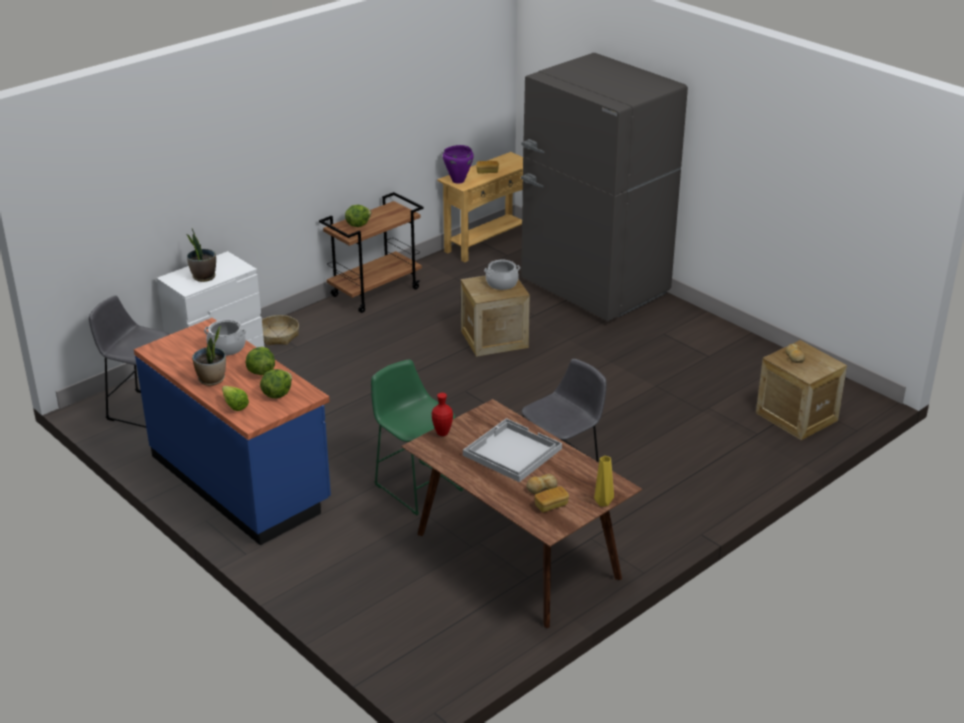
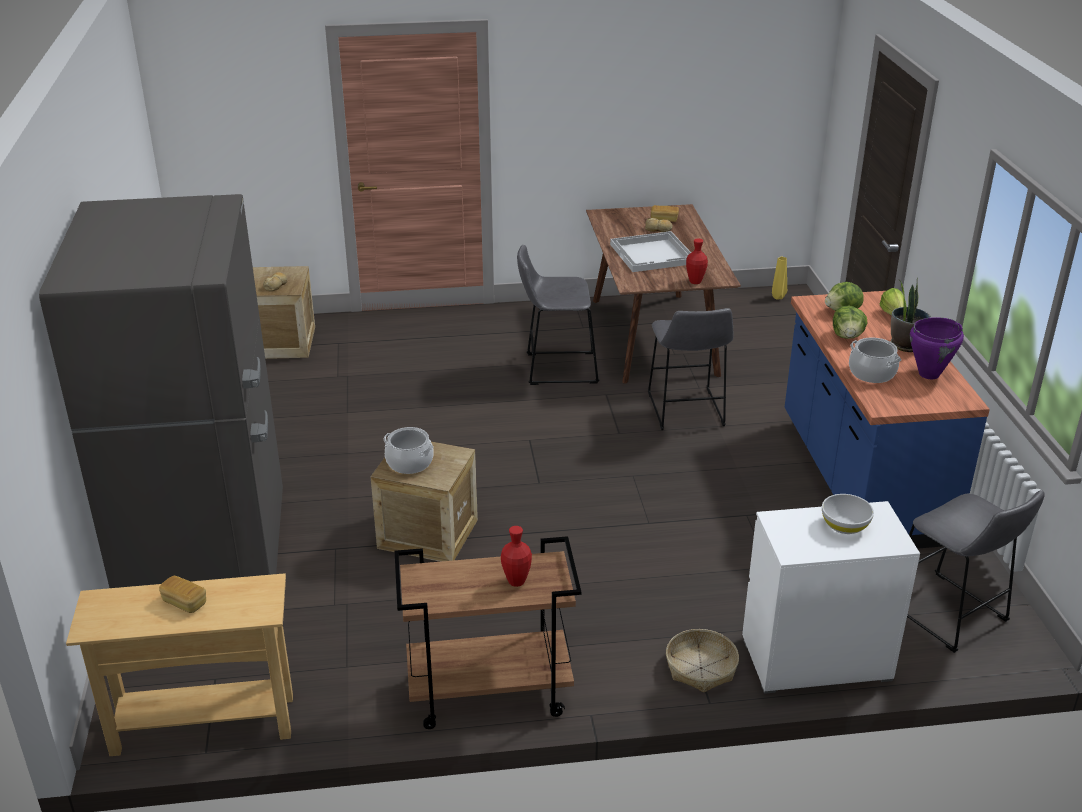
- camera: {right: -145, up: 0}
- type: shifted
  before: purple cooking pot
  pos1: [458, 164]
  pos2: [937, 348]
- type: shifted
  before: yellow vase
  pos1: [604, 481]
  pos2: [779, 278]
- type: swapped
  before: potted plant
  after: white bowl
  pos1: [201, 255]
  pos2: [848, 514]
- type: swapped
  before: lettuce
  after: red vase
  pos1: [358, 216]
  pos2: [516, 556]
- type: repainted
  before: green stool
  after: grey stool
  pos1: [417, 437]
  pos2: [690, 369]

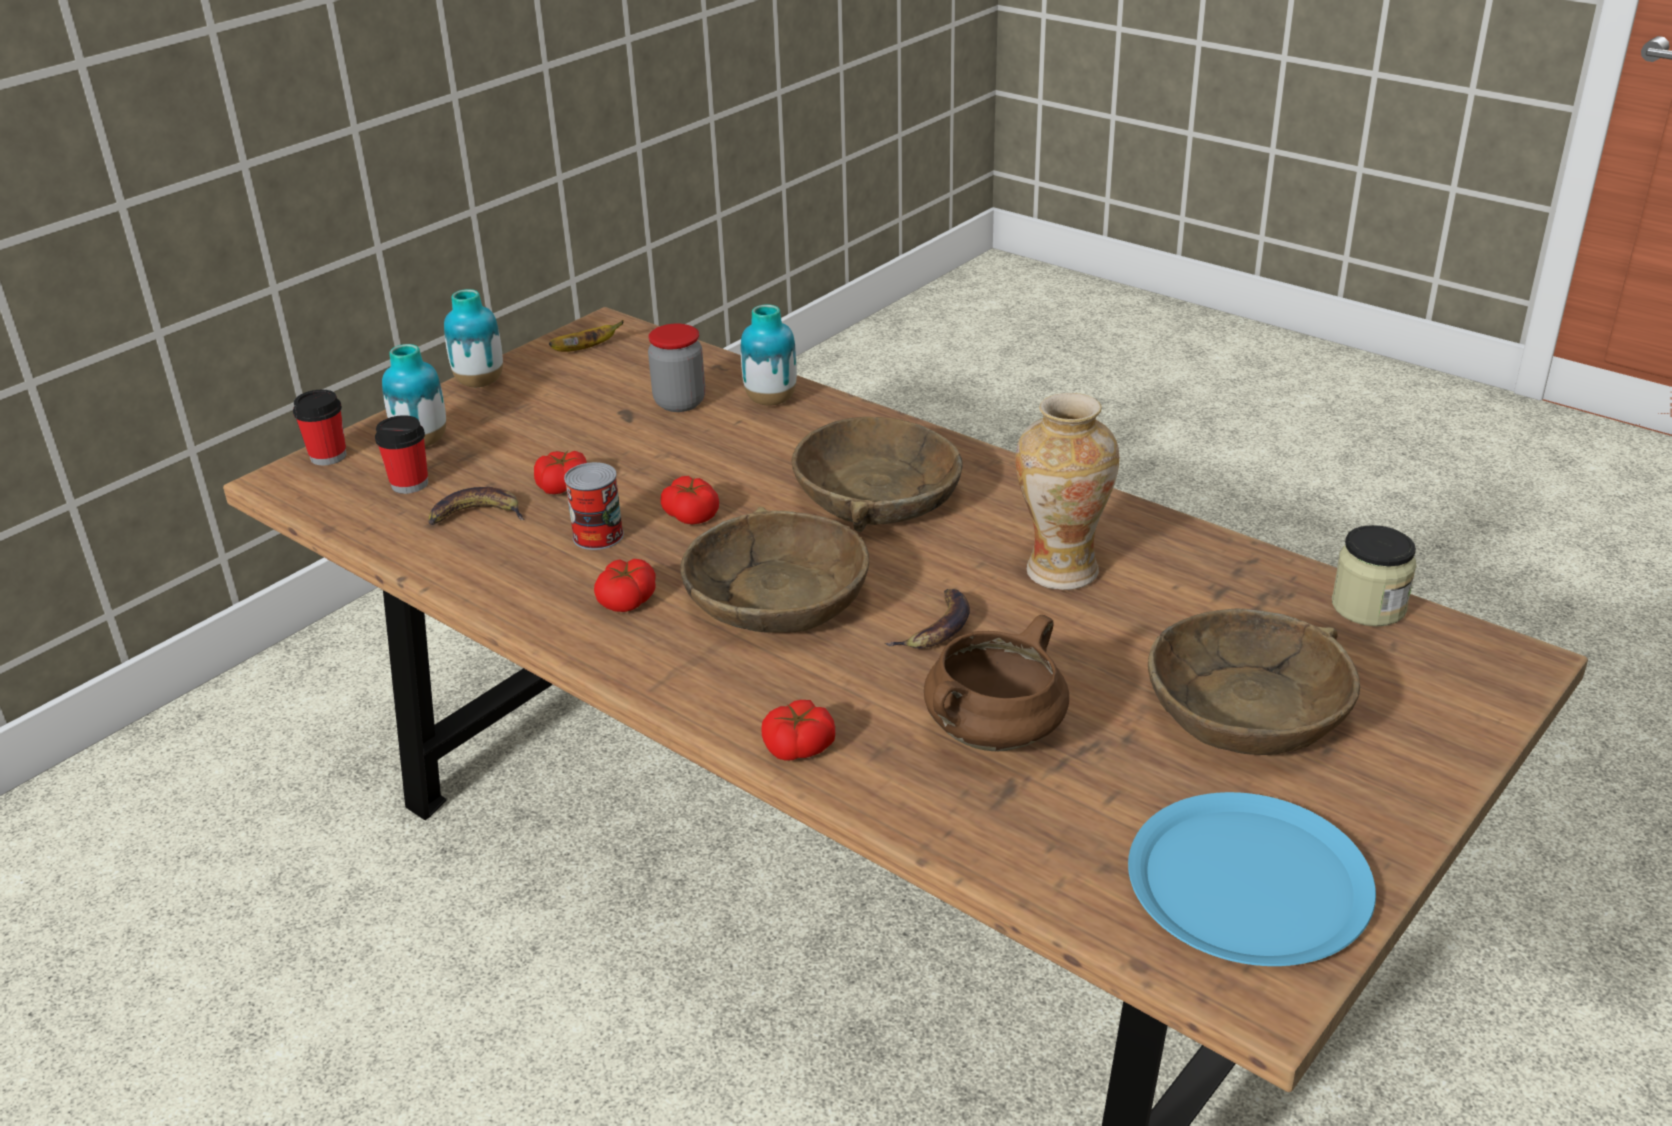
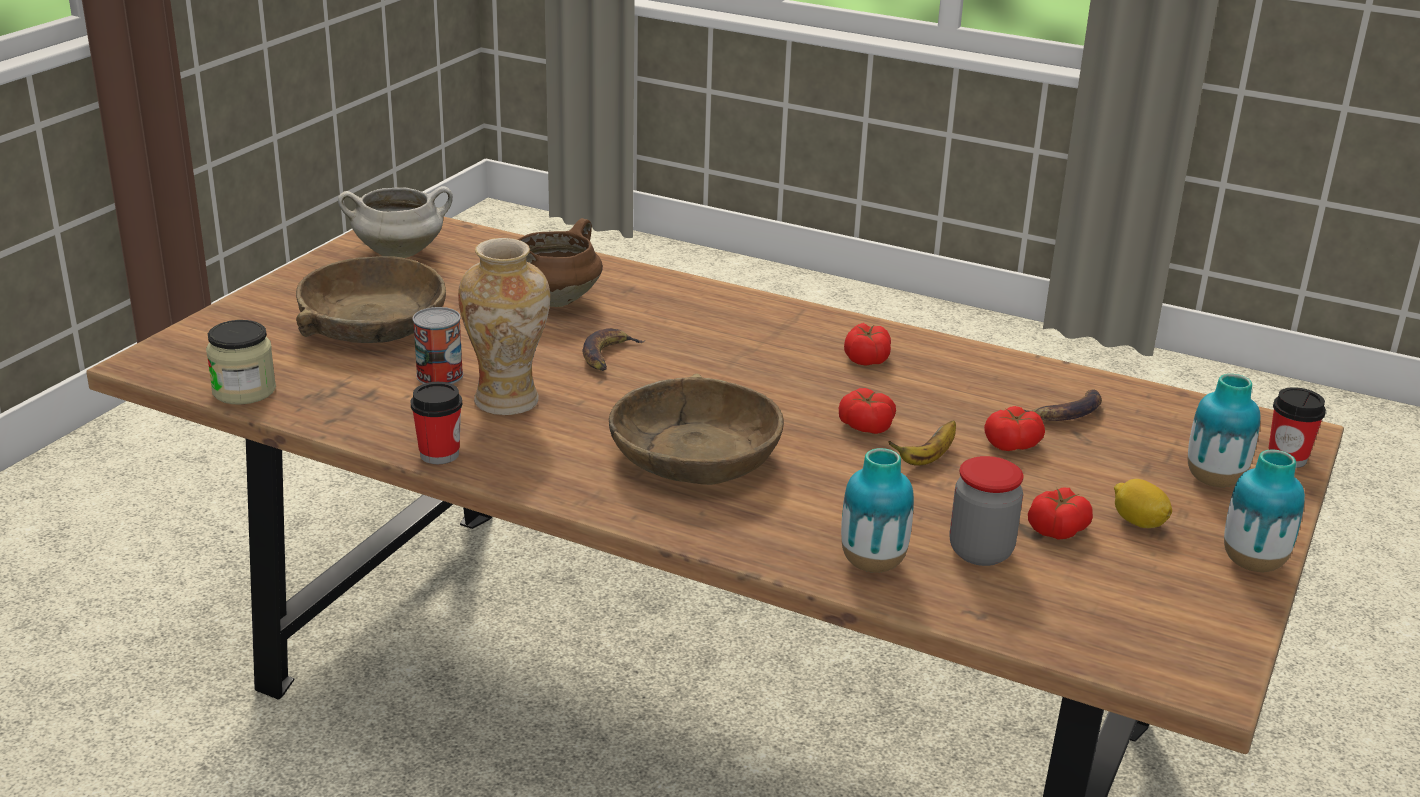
- camera: {right: 165, up: -5}
- type: gone
  before: brown bowl
  pos1: [774, 570]
- type: new
  after: lemon
  pos2: [1143, 503]
- type: shifted
  before: cup
  pos1: [401, 454]
  pos2: [437, 423]
- type: shifted
  before: banana
  pos1: [586, 336]
  pos2: [922, 443]
- type: shifted
  before: can
  pos1: [594, 506]
  pos2: [437, 345]
- type: shifted
  before: tomato
  pos1: [798, 730]
  pos2: [1060, 514]
- type: swapped
  before: blue plate
  after: white cooking pot
  pos1: [1252, 879]
  pos2: [395, 222]

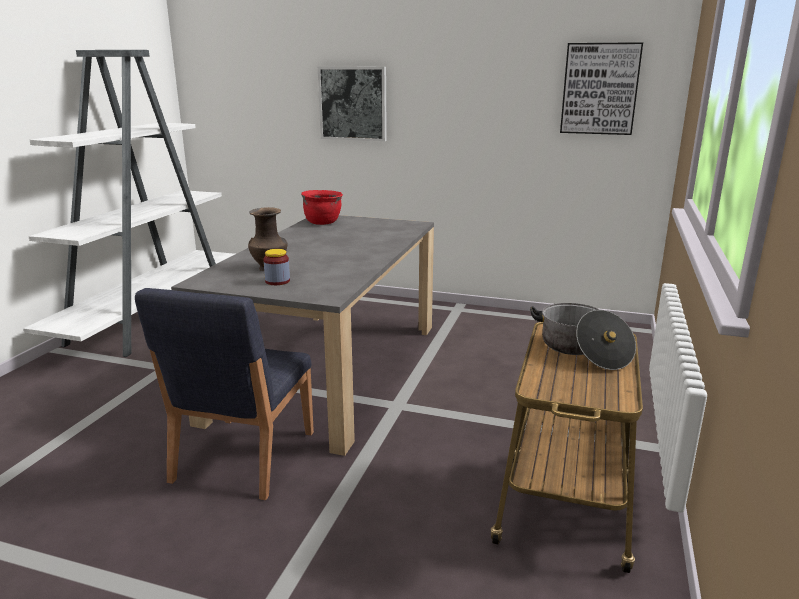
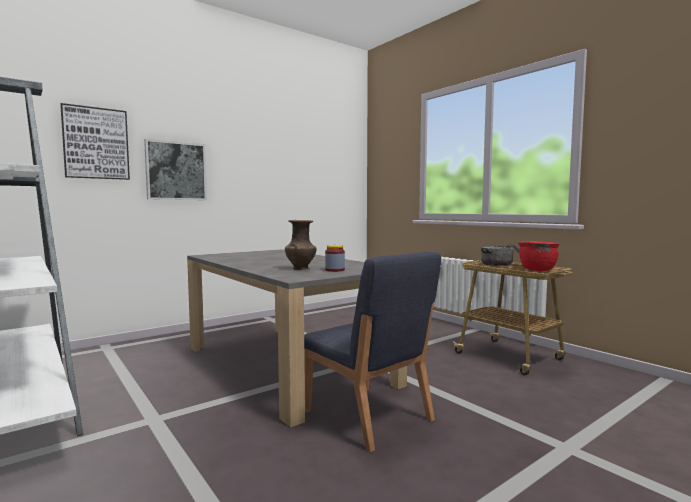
- camera: {right: -55, up: -15}
- type: shifted
  before: red cooking pot
  pos1: [322, 207]
  pos2: [539, 256]
- type: shifted
  before: picture
  pos1: [601, 88]
  pos2: [95, 141]

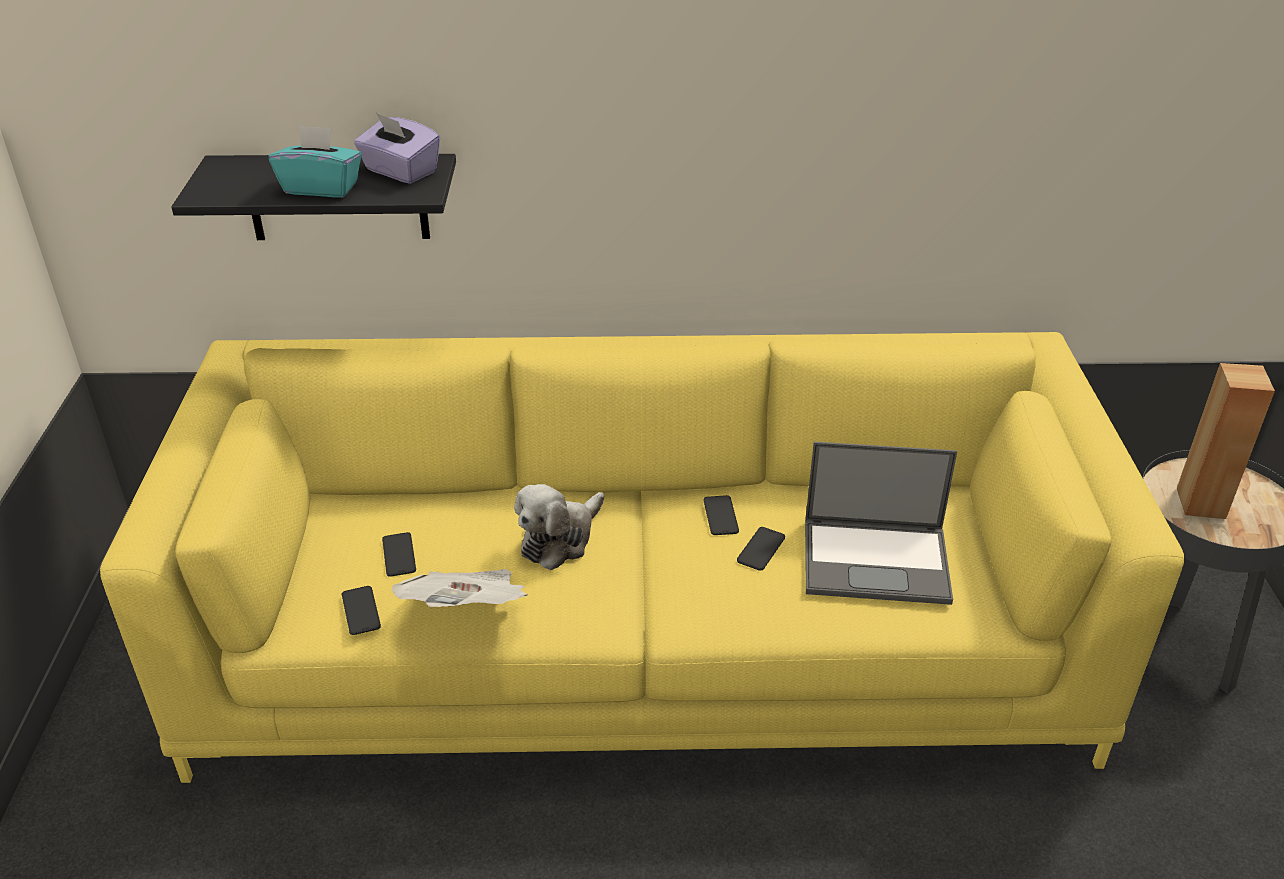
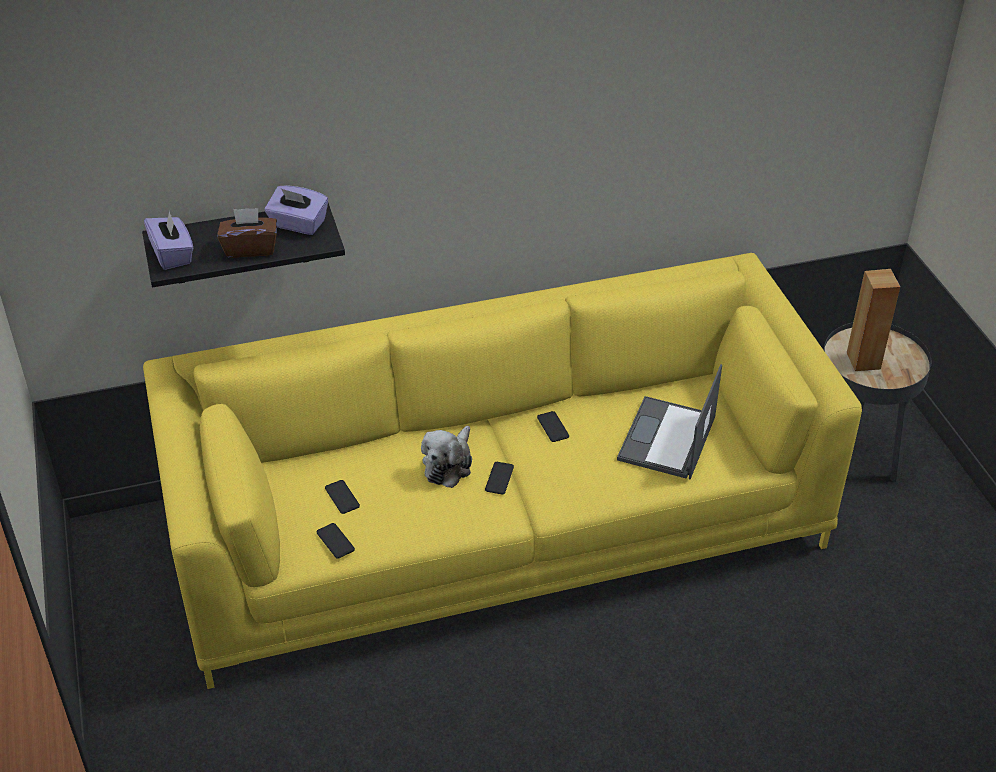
- camera: {right: -15, up: 5}
- type: gone
  before: newspaper
  pos1: [459, 588]
- type: new
  after: purple tissue box
  pos2: [169, 240]
- type: shifted
  before: phone
  pos1: [761, 549]
  pos2: [499, 478]
- type: repainted
  before: turquoise tissue box
  after: brown tissue box
  pos1: [315, 161]
  pos2: [247, 233]
- type: rotated
  before: laptop
  pos1: [881, 523]
  pos2: [669, 421]
  turn: 120

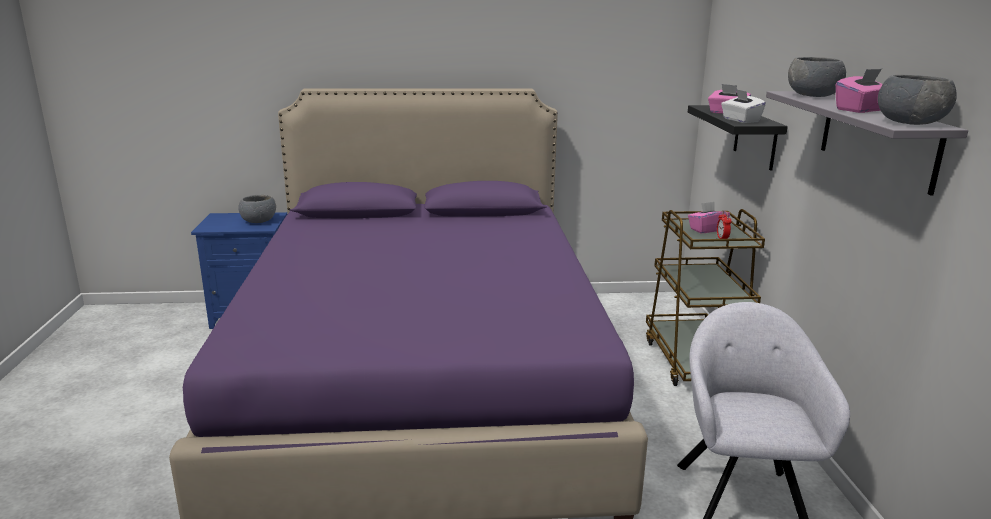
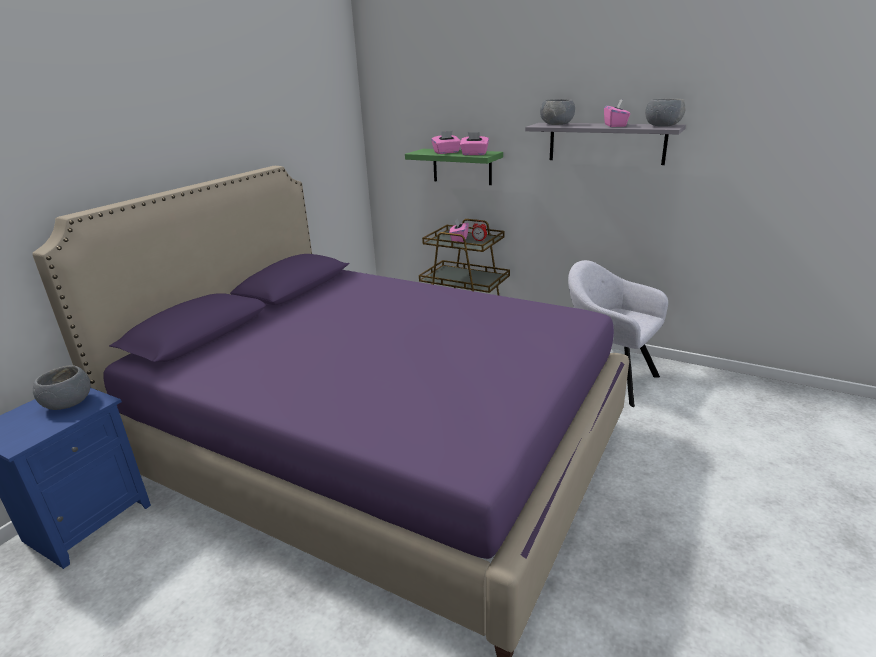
- camera: {right: -55, up: 5}
- type: repainted
  before: black shelf
  after: green shelf
  pos1: [738, 138]
  pos2: [454, 167]
- type: repainted
  before: white tissue box
  after: pink tissue box
  pos1: [743, 106]
  pos2: [474, 143]

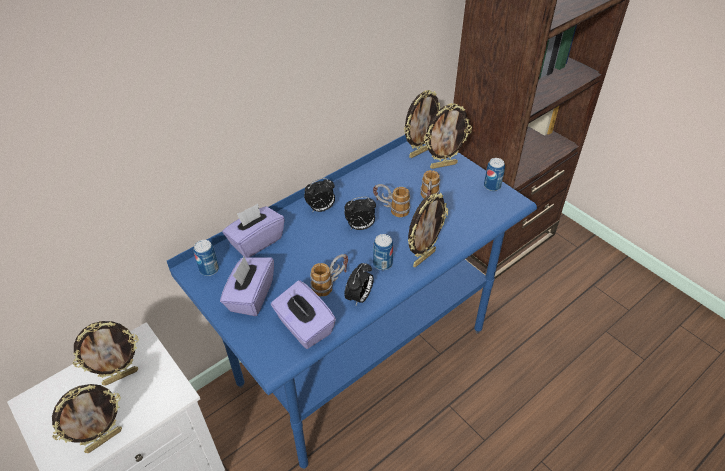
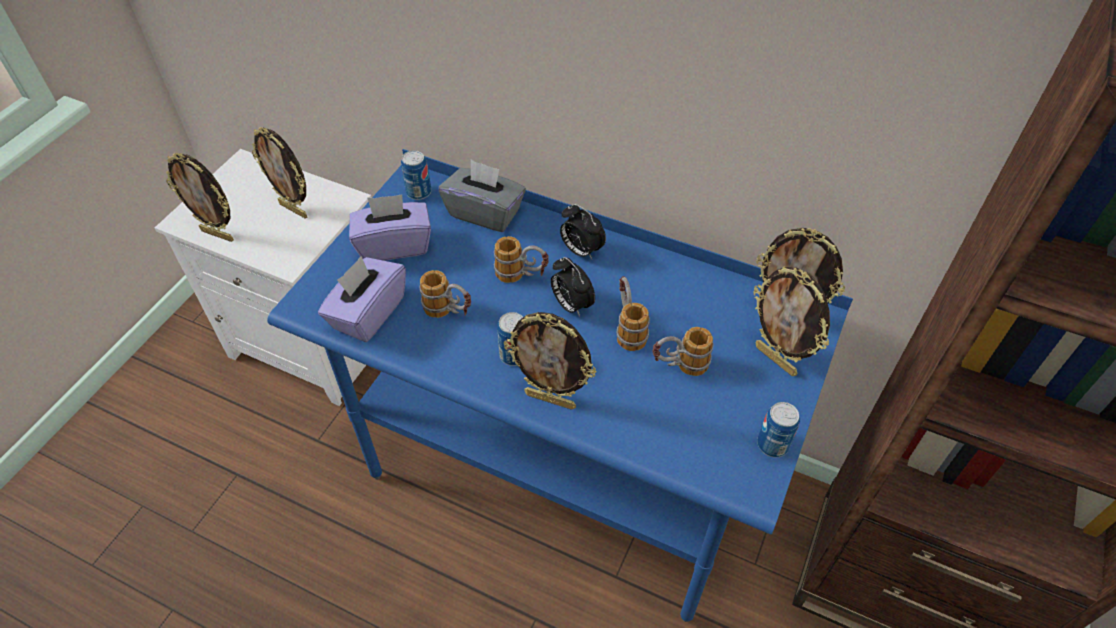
- camera: {right: 65, up: 5}
- type: gone
  before: alarm clock
  pos1: [359, 284]
- type: new
  after: mug
  pos2: [521, 259]
- type: repainted
  before: purple tissue box
  after: grey tissue box
  pos1: [253, 230]
  pos2: [482, 195]

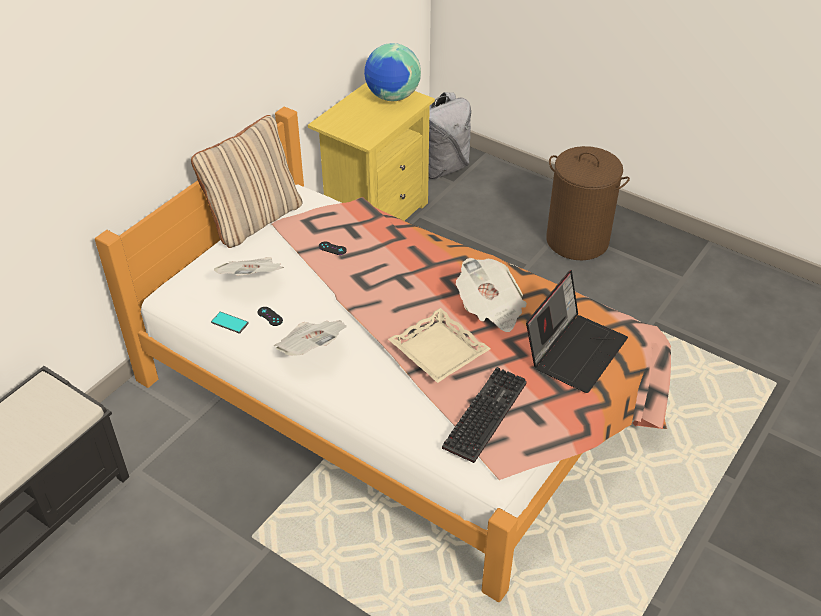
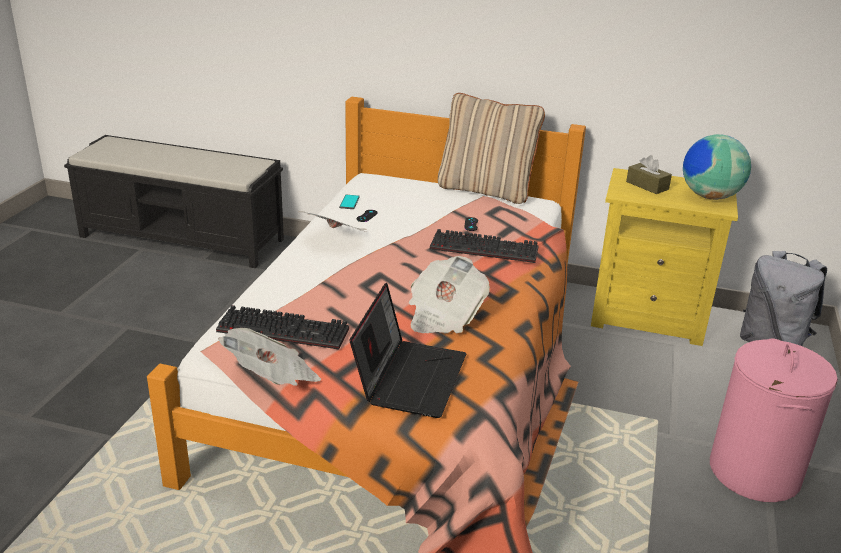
- camera: {right: 70, up: -15}
- type: gone
  before: beige tray
  pos1: [439, 345]
- type: new
  after: keyboard
  pos2: [484, 246]
- type: new
  after: brown tissue box
  pos2: [649, 174]
- type: shifted
  before: newspaper
  pos1: [249, 266]
  pos2: [269, 357]
- type: repainted
  before: brown laundry basket
  after: pink laundry basket
  pos1: [588, 203]
  pos2: [774, 420]
- type: rotated
  before: laptop
  pos1: [577, 331]
  pos2: [408, 350]
  turn: -90

